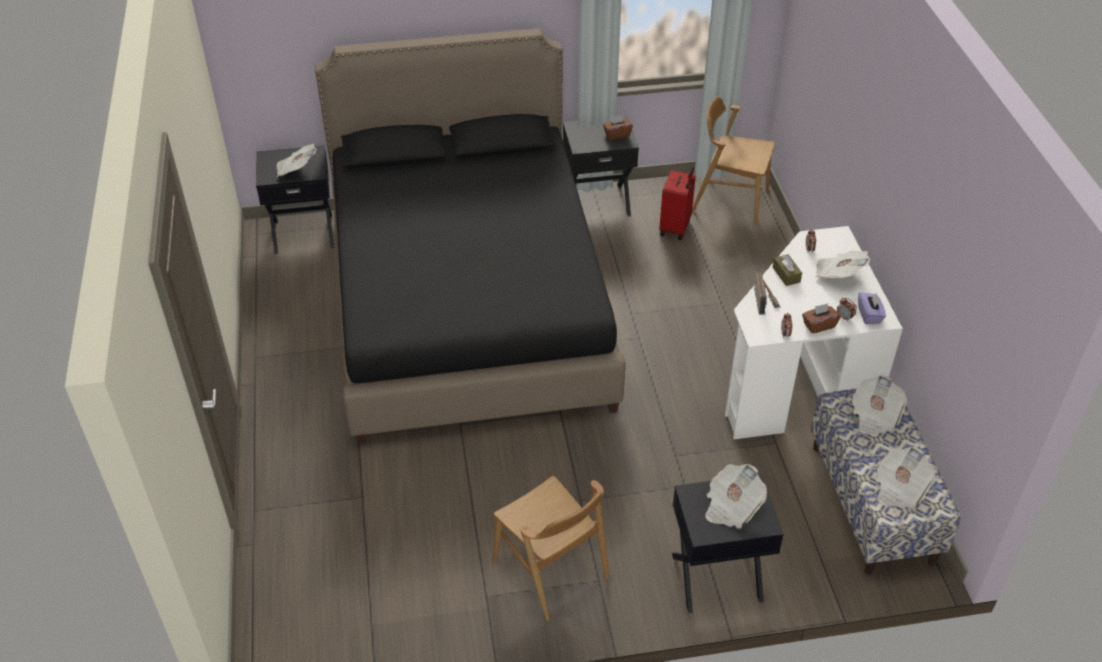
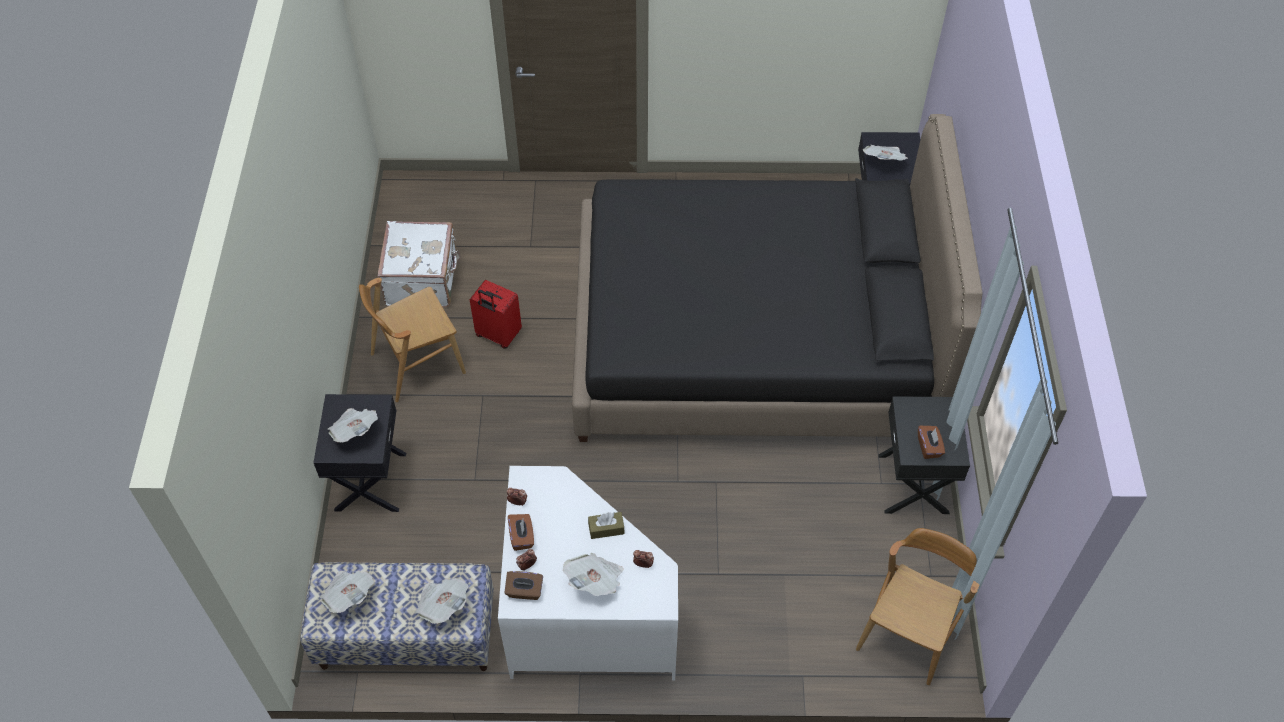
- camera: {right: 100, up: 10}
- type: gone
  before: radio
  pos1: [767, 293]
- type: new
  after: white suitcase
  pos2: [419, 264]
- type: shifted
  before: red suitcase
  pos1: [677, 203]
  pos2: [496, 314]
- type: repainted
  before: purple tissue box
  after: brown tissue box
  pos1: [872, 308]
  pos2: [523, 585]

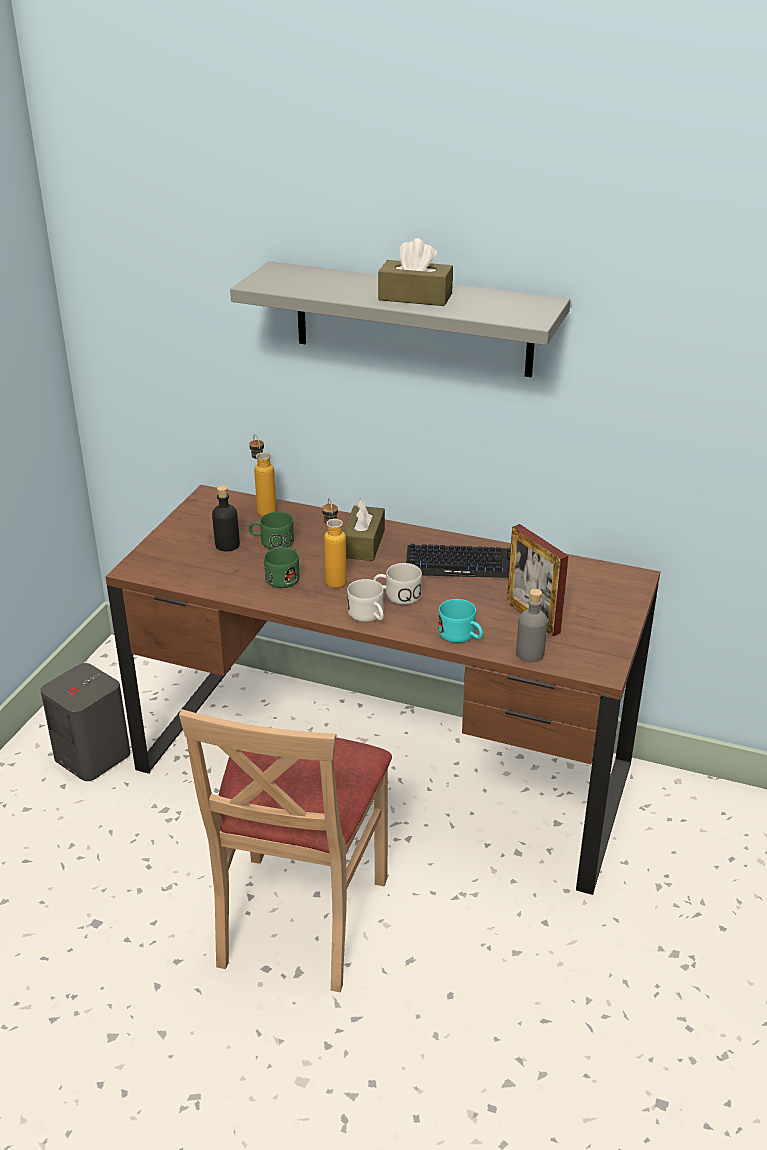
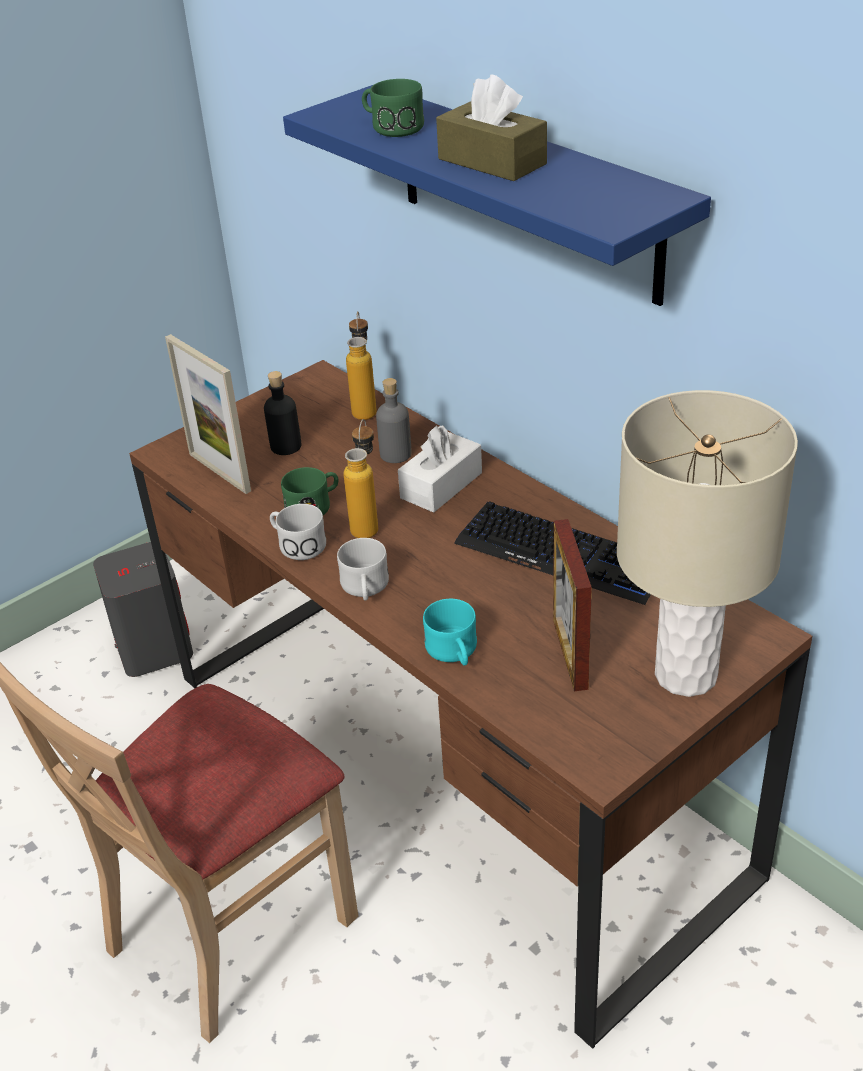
- camera: {right: 30, up: 5}
- type: new
  after: picture frame
  pos2: [208, 414]
- type: new
  after: beige table lamp
  pos2: [707, 543]
- type: shifted
  before: green mug
  pos1: [271, 530]
  pos2: [393, 108]
- type: shifted
  before: white mug
  pos1: [397, 584]
  pos2: [298, 532]
- type: shifted
  before: grey bottle
  pos1: [532, 625]
  pos2: [394, 420]
- type: repainted
  before: grey shelf
  after: blue shelf
  pos1: [400, 319]
  pos2: [497, 195]
- type: repainted
  before: brown tissue box
  after: white tissue box
  pos1: [364, 529]
  pos2: [440, 469]

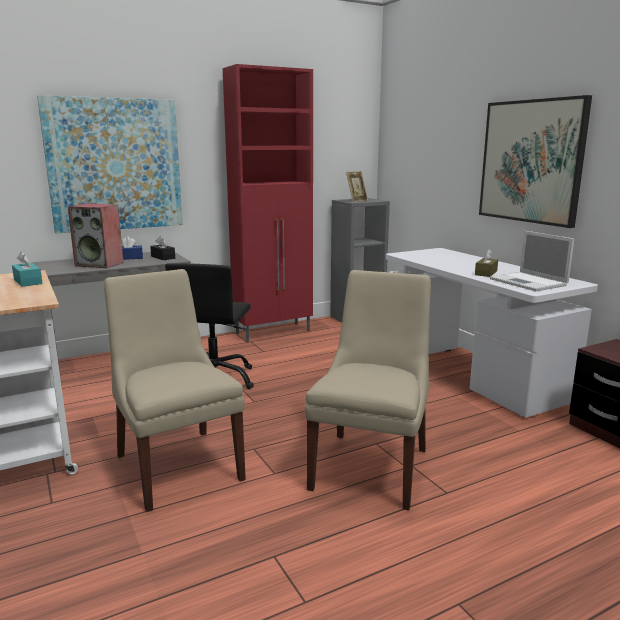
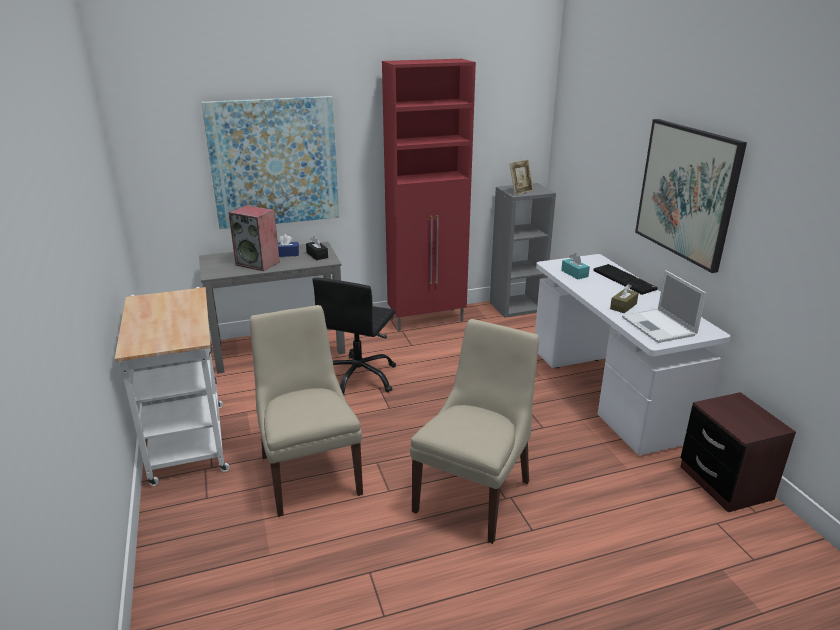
- camera: {right: 10, up: 10}
- type: new
  after: keyboard
  pos2: [625, 279]
- type: shifted
  before: turquoise tissue box
  pos1: [27, 269]
  pos2: [575, 266]

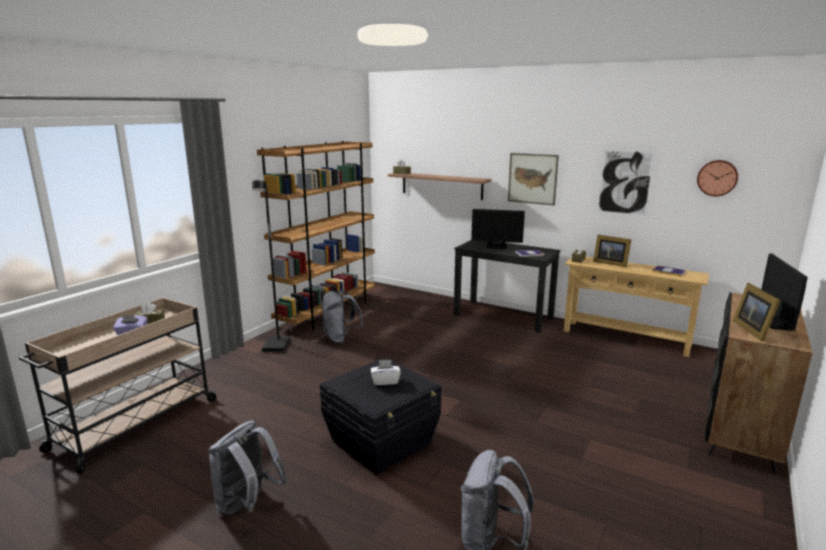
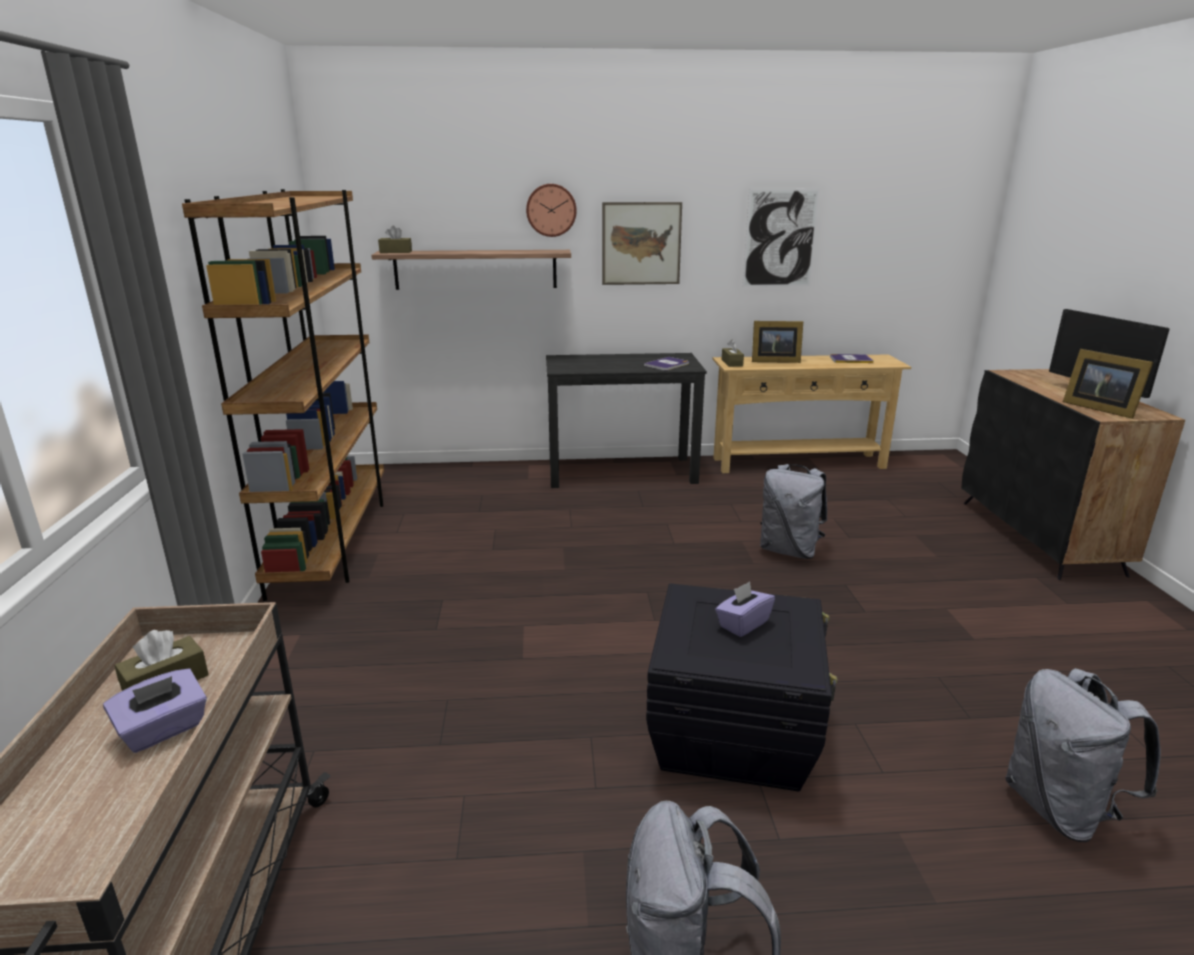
- camera: {right: -35, up: 5}
- type: gone
  before: black floor lamp
  pos1: [271, 266]
- type: gone
  before: monitor
  pos1: [498, 229]
- type: shifted
  before: grey backpack
  pos1: [343, 316]
  pos2: [793, 511]
- type: shifted
  before: wall clock
  pos1: [717, 178]
  pos2: [551, 210]
- type: repainted
  before: white tissue box
  after: purple tissue box
  pos1: [386, 372]
  pos2: [745, 609]

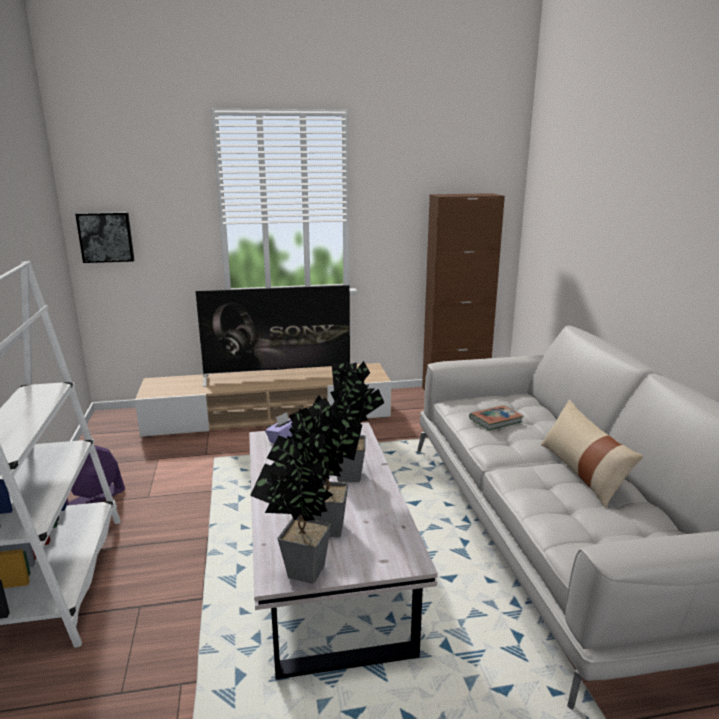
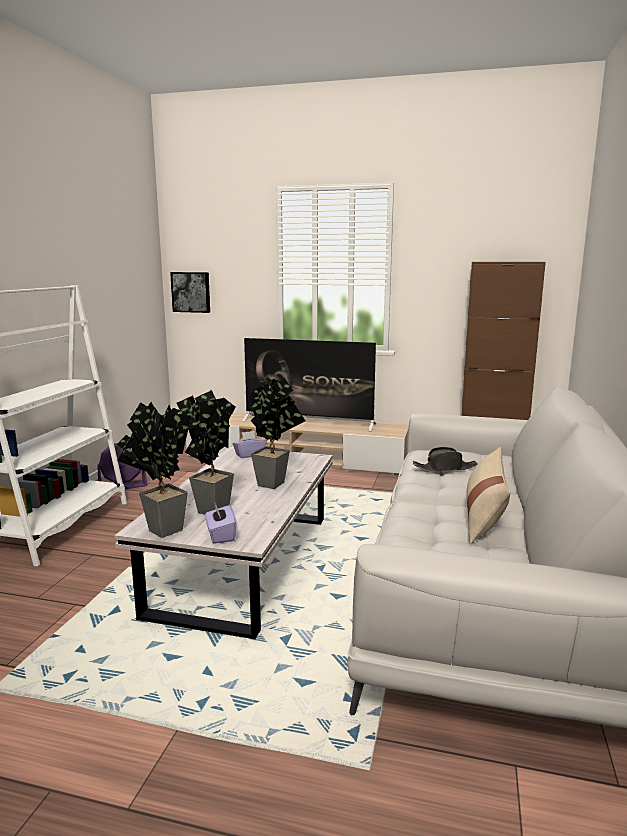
- camera: {right: 25, up: -5}
- type: new
  after: purple tissue box
  pos2: [220, 523]
- type: swapped
  before: book
  after: black hat
  pos1: [496, 417]
  pos2: [445, 459]

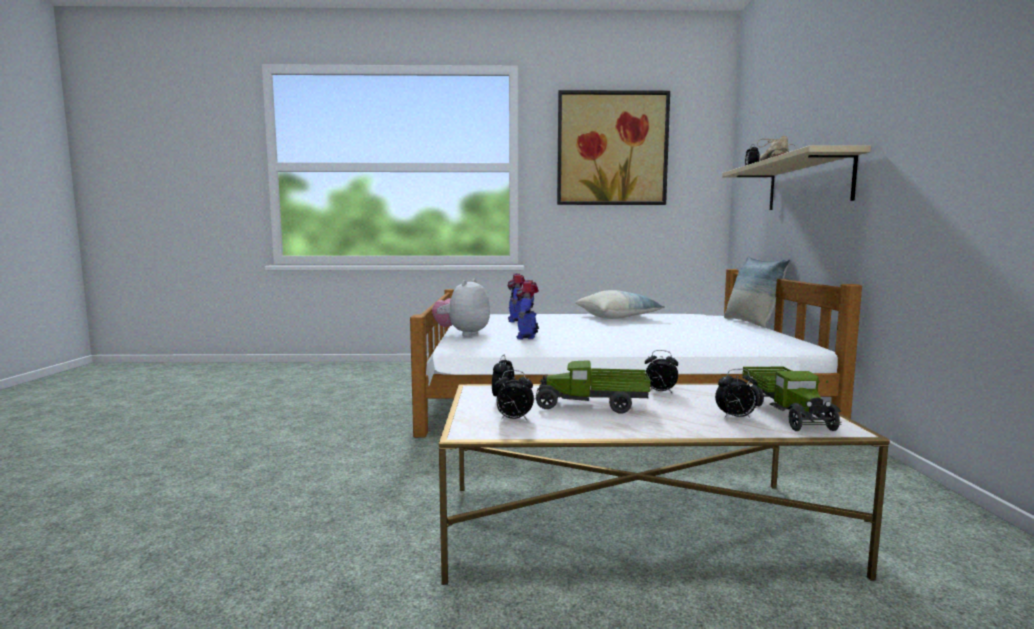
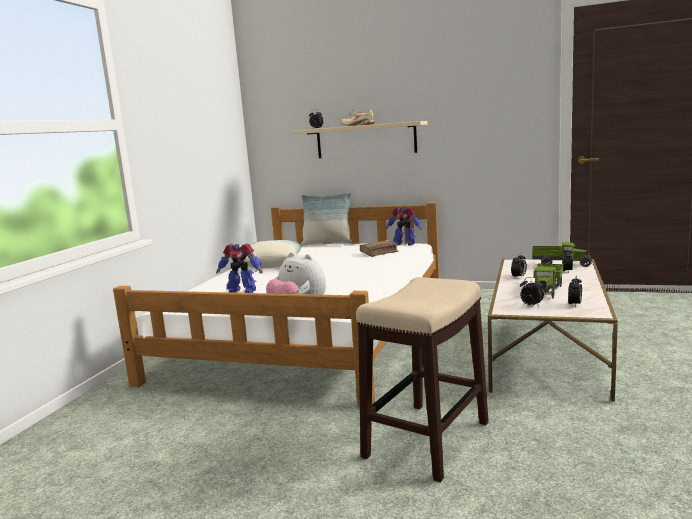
- camera: {right: -70, up: 5}
- type: gone
  before: picture
  pos1: [613, 147]
- type: new
  after: stool
  pos2: [422, 379]
- type: new
  after: brown book
  pos2: [379, 248]
- type: shifted
  before: toy robot
  pos1: [527, 310]
  pos2: [404, 226]

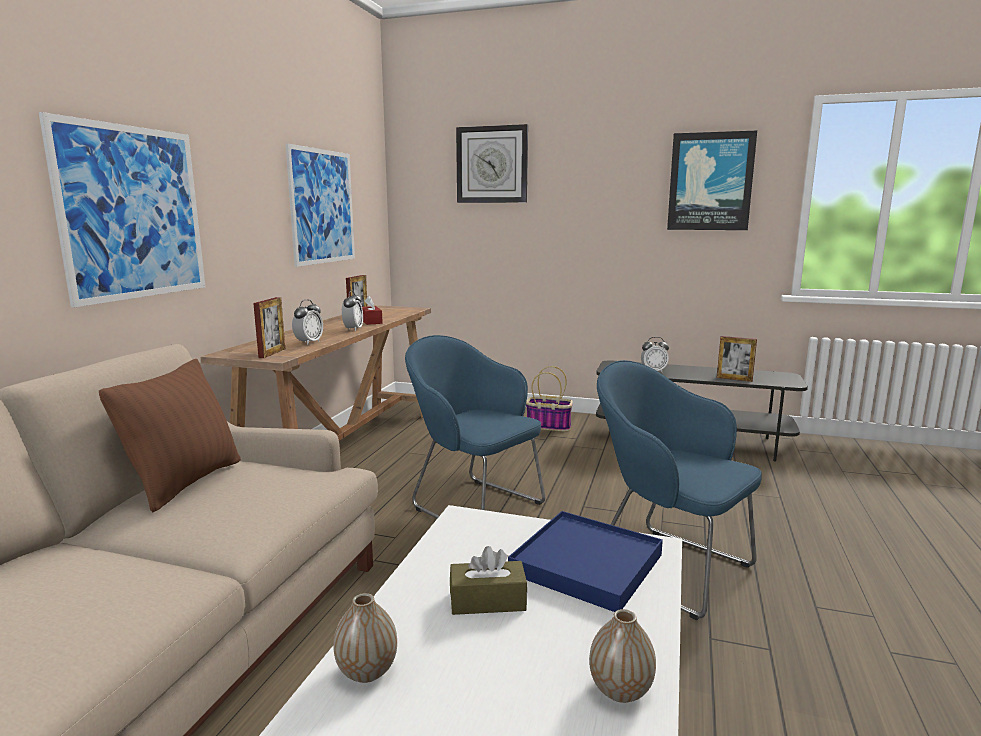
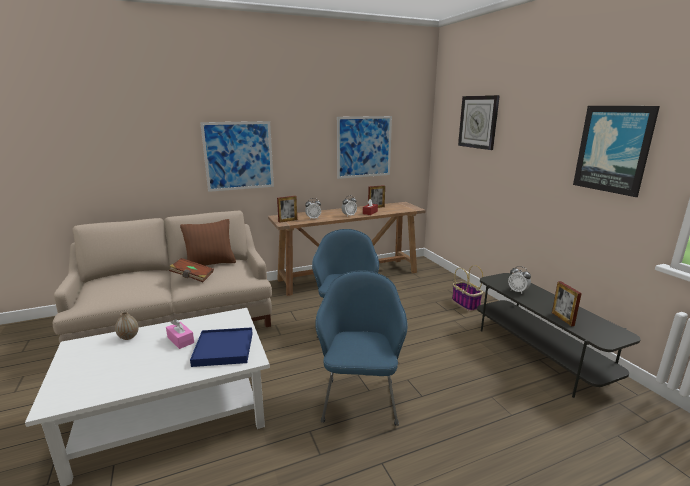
- camera: {right: 50, up: 5}
- type: gone
  before: vase
  pos1: [622, 656]
- type: new
  after: brown book
  pos2: [191, 270]
- type: repainted
  before: brown tissue box
  after: pink tissue box
  pos1: [488, 580]
  pos2: [180, 334]

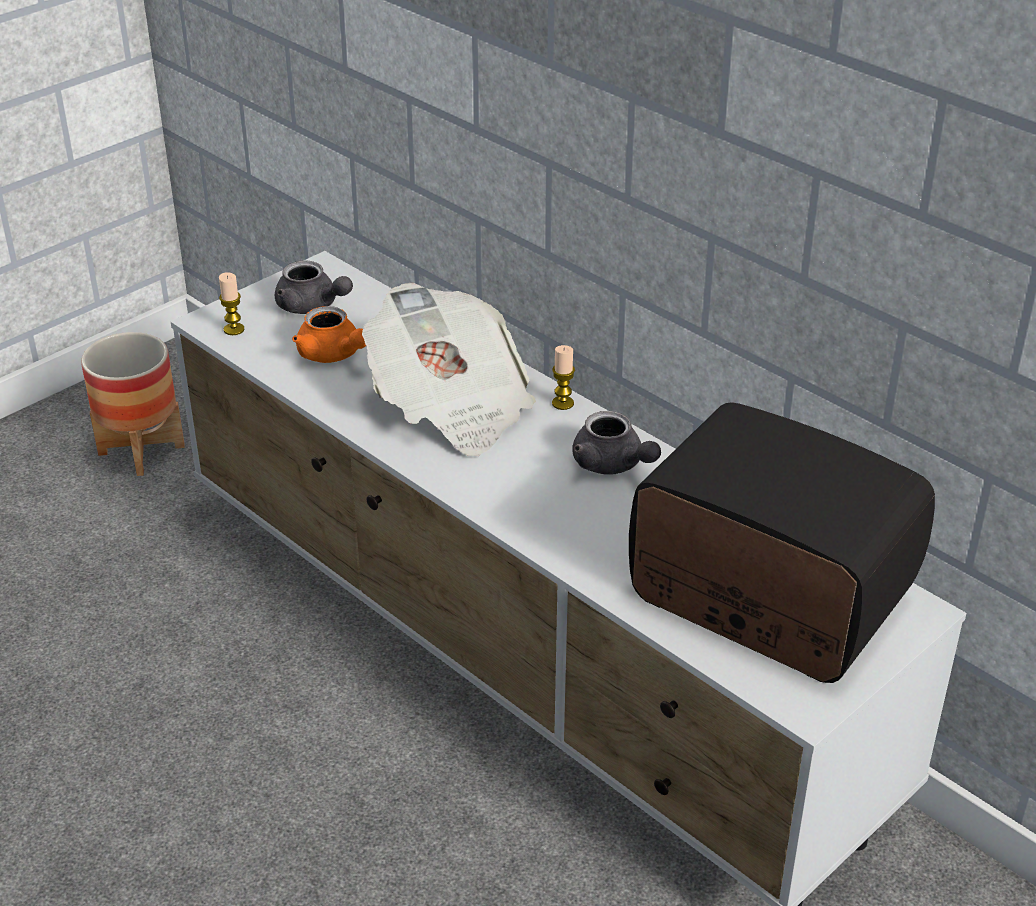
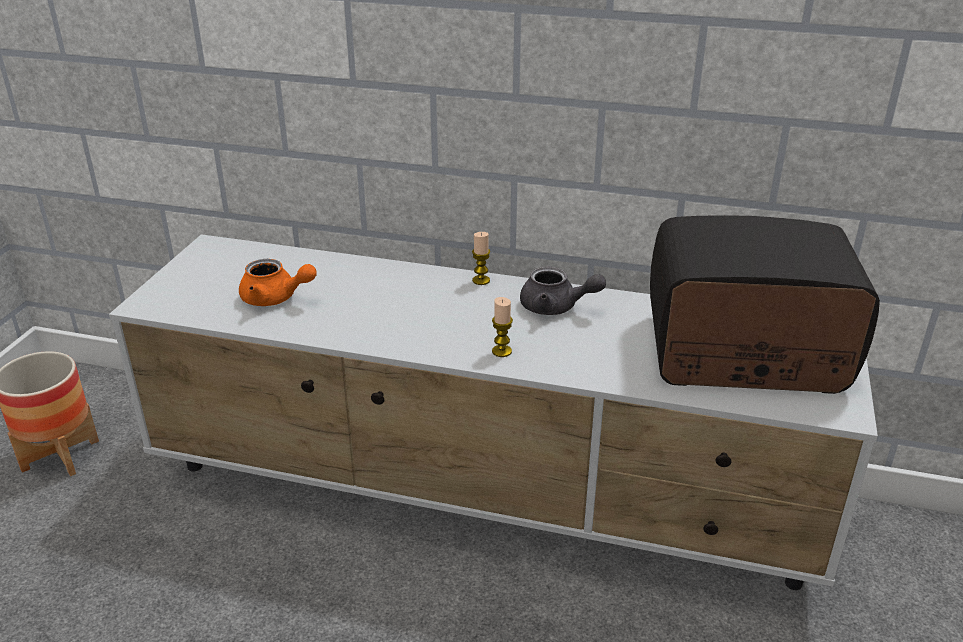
- camera: {right: -30, up: -5}
- type: gone
  before: grey teapot
  pos1: [314, 287]
- type: gone
  before: newspaper
  pos1: [449, 369]
- type: shifted
  before: candle
  pos1: [232, 303]
  pos2: [502, 327]

